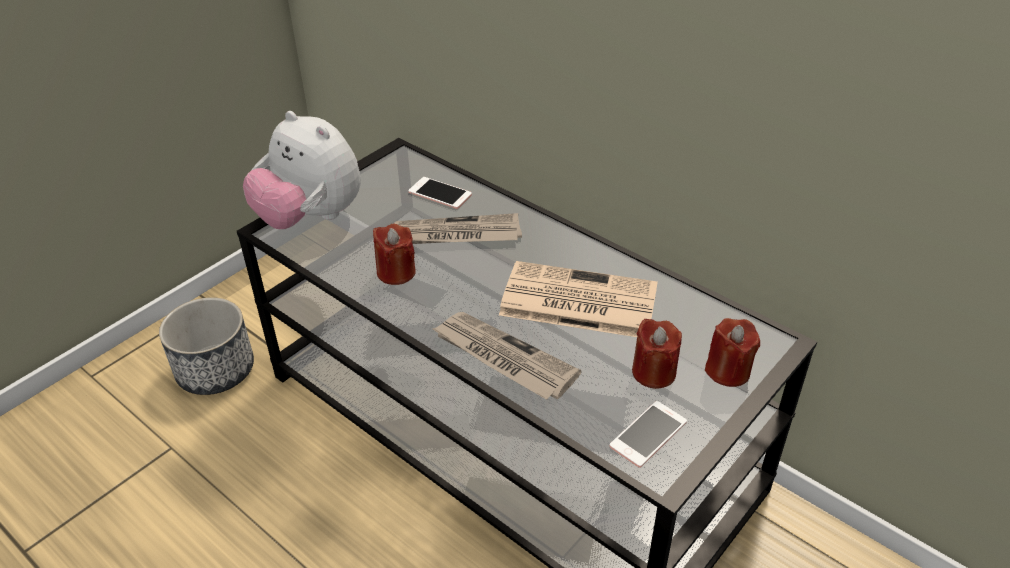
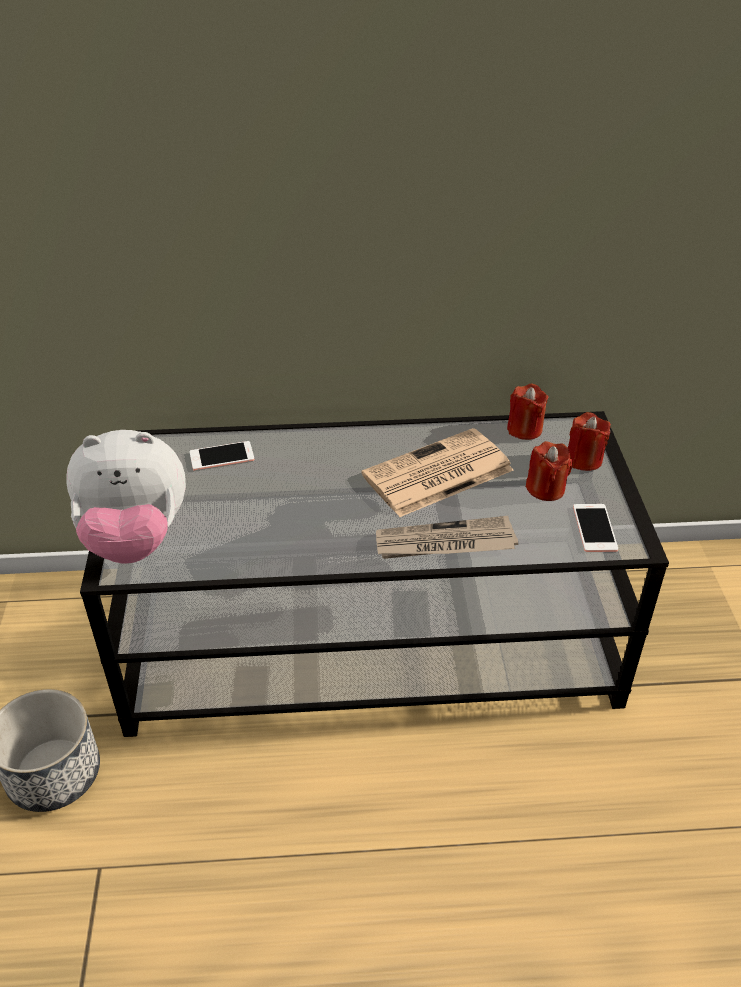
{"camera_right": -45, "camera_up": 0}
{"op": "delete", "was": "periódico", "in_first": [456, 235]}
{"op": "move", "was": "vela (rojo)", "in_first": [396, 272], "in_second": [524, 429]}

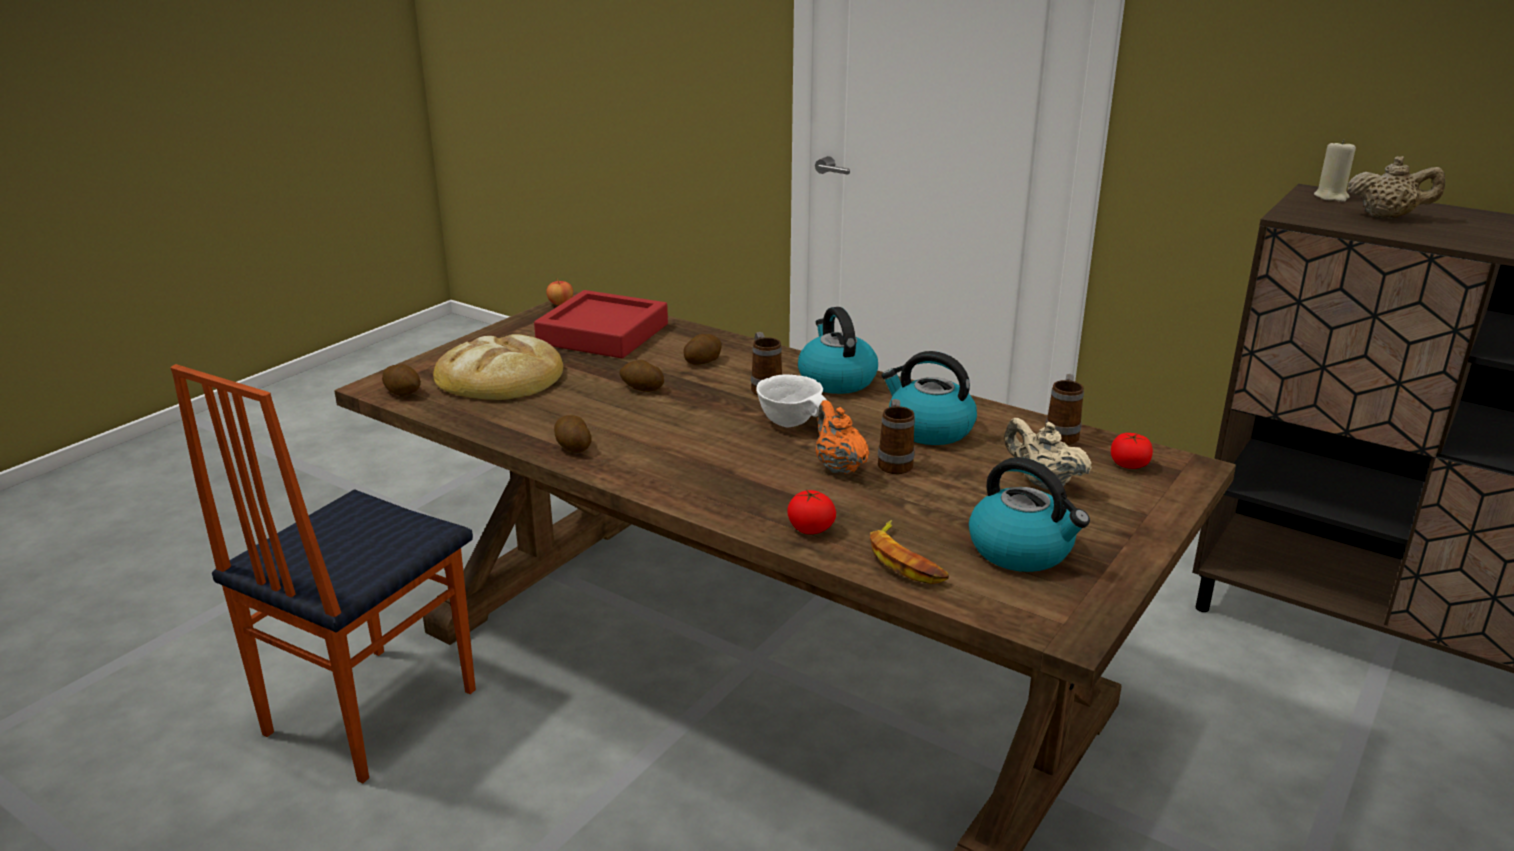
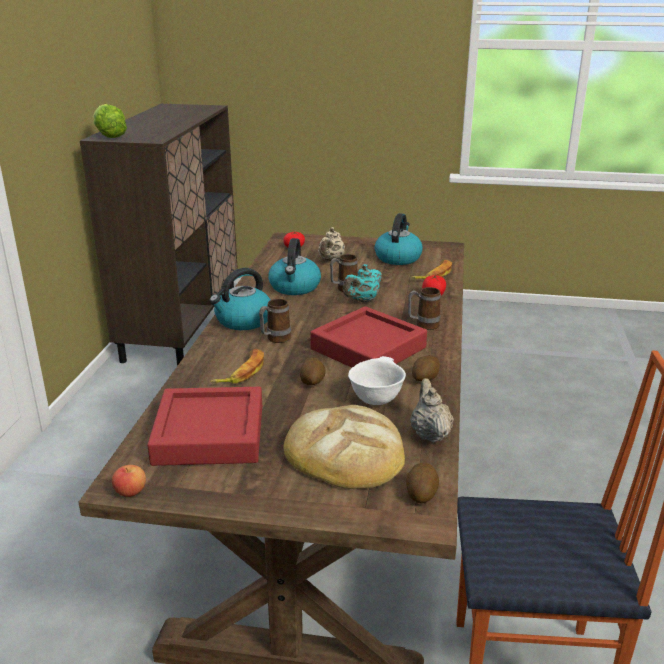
{"camera_right": -115, "camera_up": 0}
{"op": "replace", "was": "vela (beis)", "now": "lechuga", "in_first": [1331, 197], "in_second": [109, 136]}
{"op": "move", "was": "tetera (beis)", "in_first": [1388, 216], "in_second": [430, 434]}
{"op": "replace", "was": "patata", "now": "plátano", "in_first": [703, 361], "in_second": [242, 372]}
{"op": "move", "was": "cuenco (blanco)", "in_first": [791, 422], "in_second": [375, 399]}
{"op": "move", "was": "taza grande", "in_first": [1062, 434], "in_second": [423, 325]}
{"op": "recolor", "was": "tetera (naranja)", "now": "tetera (turquesa)", "in_first": [838, 466], "in_second": [362, 300]}
{"op": "insert", "now": "bandeja (rojo)", "in_second": [368, 348]}

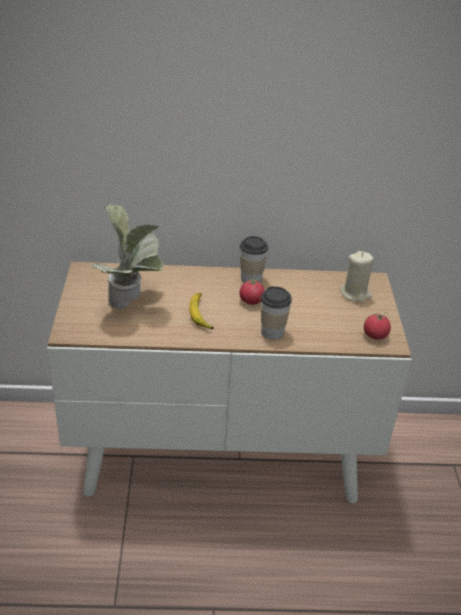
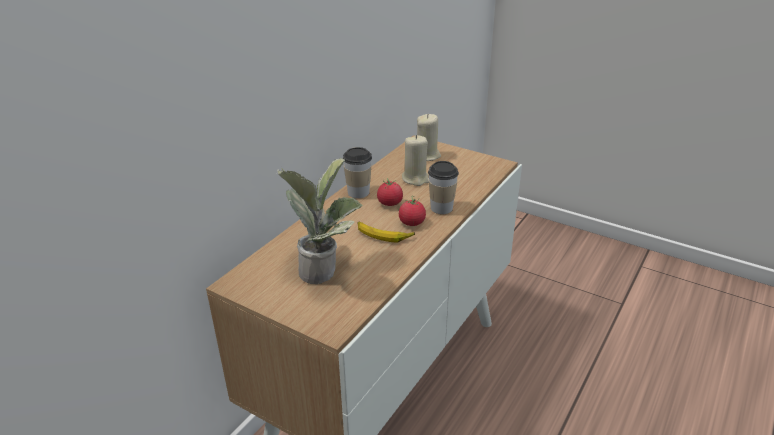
{"camera_right": -55, "camera_up": -5}
{"op": "move", "was": "tomate", "in_first": [375, 335], "in_second": [412, 223]}
{"op": "insert", "now": "vela (beis)", "in_second": [416, 179]}

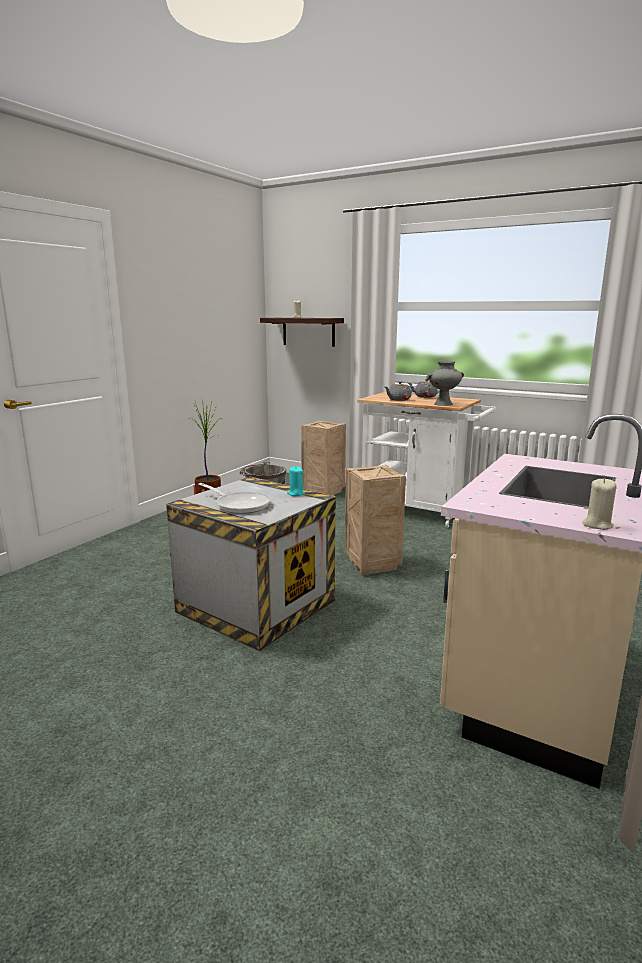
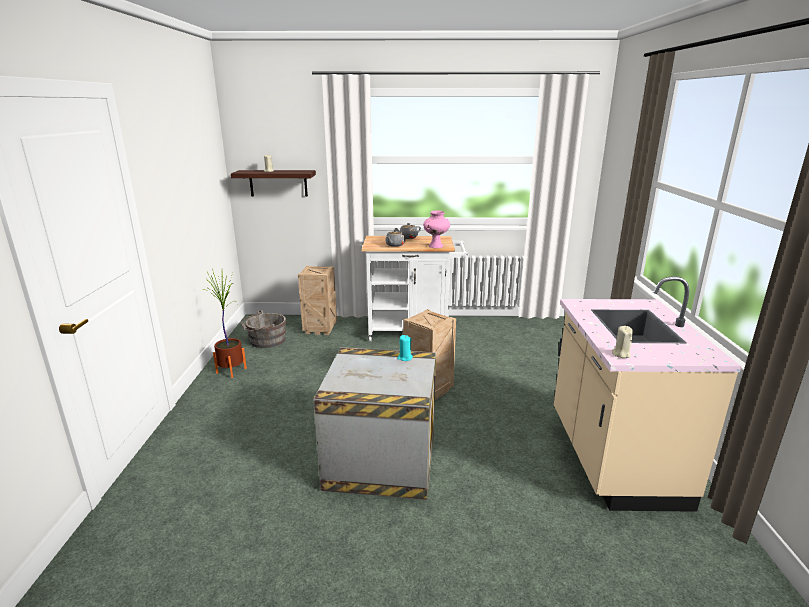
{"camera_right": -30, "camera_up": 5}
{"op": "recolor", "was": "florero (gris)", "now": "florero (rosa)", "in_first": [443, 404], "in_second": [436, 246]}
{"op": "move", "was": "vela (beis)", "in_first": [597, 525], "in_second": [620, 354]}
{"op": "delete", "was": "sartén", "in_first": [240, 505]}

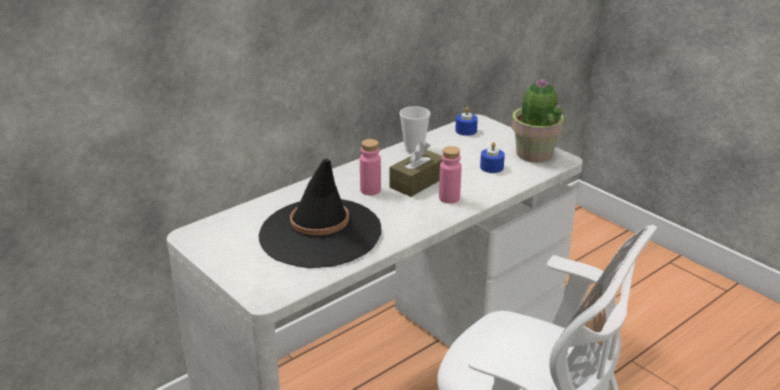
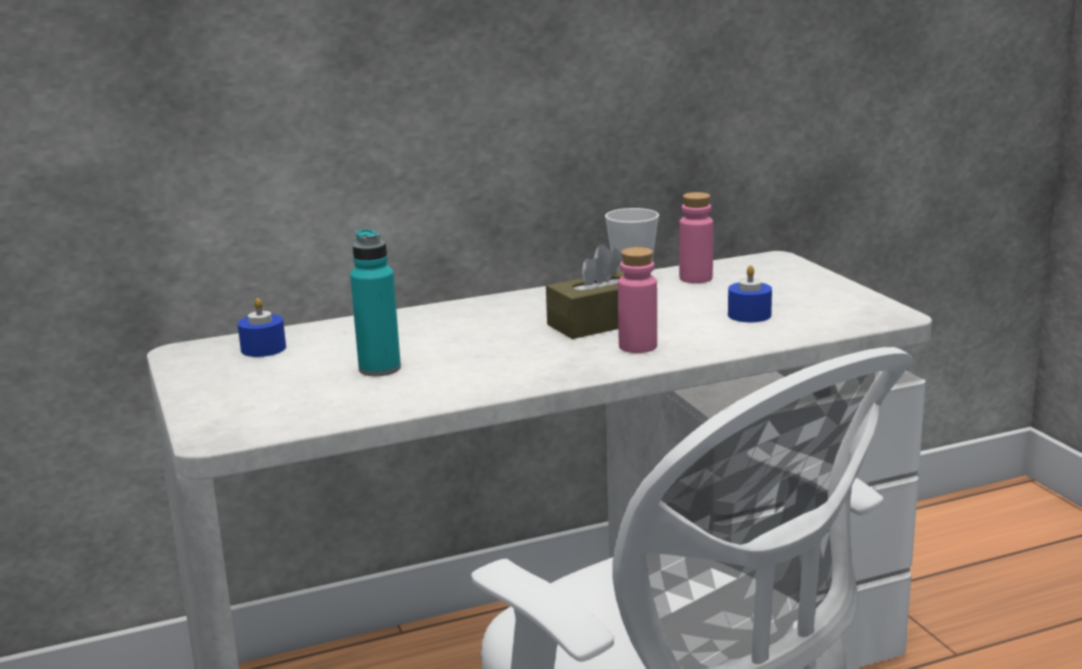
{"camera_right": 20, "camera_up": -10}
{"op": "delete", "was": "planta en maceta", "in_first": [534, 154]}
{"op": "move", "was": "vela (azul)", "in_first": [466, 130], "in_second": [263, 348]}
{"op": "move", "was": "botella (rosa)", "in_first": [370, 190], "in_second": [695, 278]}
{"op": "replace", "was": "sombrero (negro)", "now": "botella (turquesa)", "in_first": [320, 233], "in_second": [379, 369]}

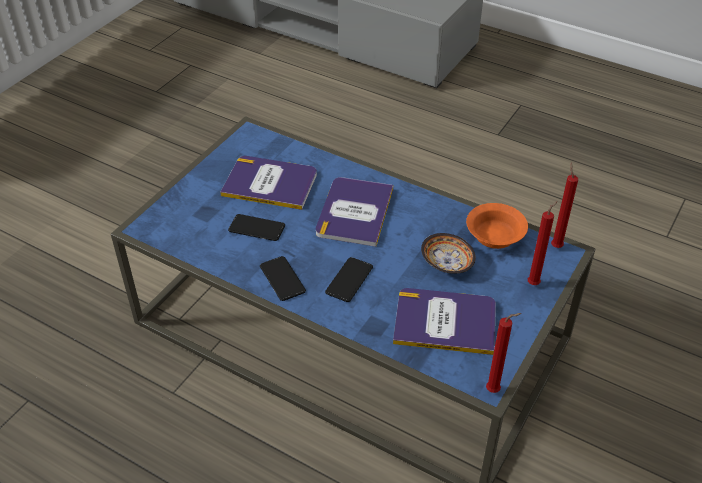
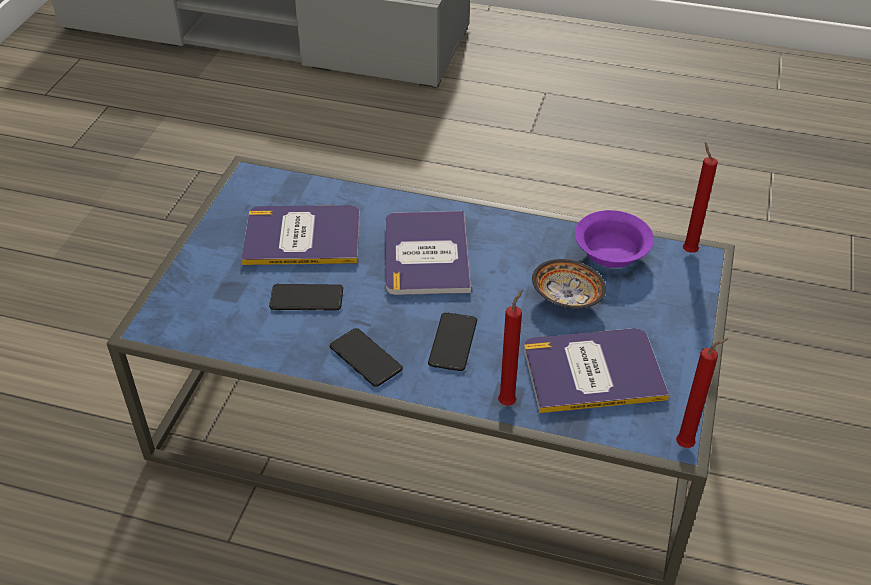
{"camera_right": -15, "camera_up": 0}
{"op": "move", "was": "vela (rojo)", "in_first": [534, 283], "in_second": [508, 401]}
{"op": "recolor", "was": "cuenco (naranja)", "now": "cuenco (morado)", "in_first": [496, 237], "in_second": [613, 253]}

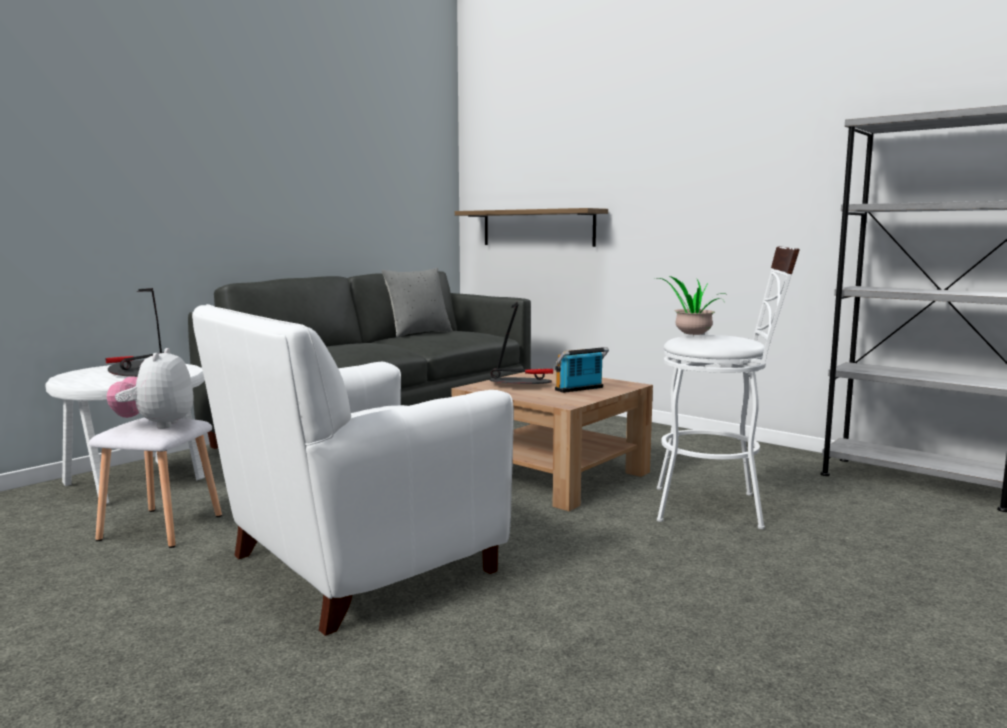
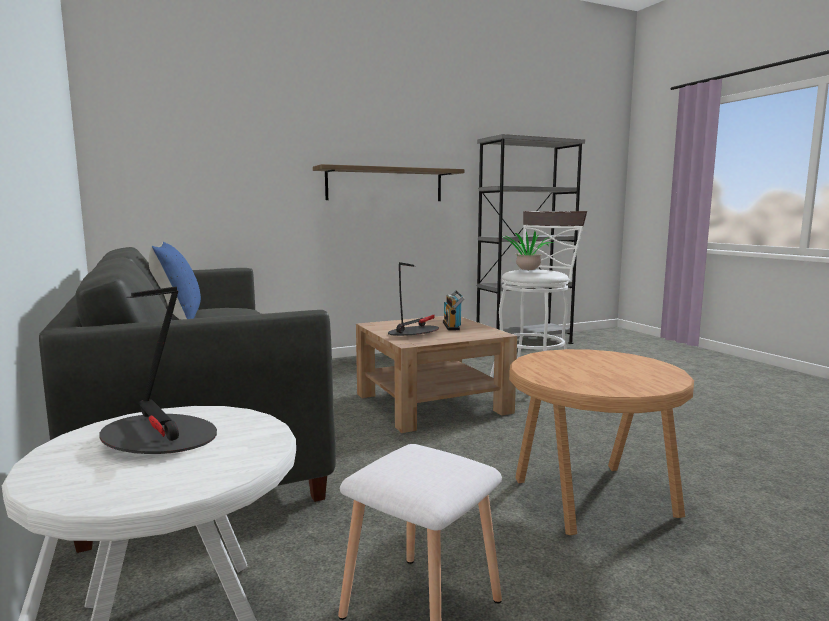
{"camera_right": -65, "camera_up": 0}
{"op": "move", "was": "estante", "in_first": [537, 228], "in_second": [385, 184]}
{"op": "recolor", "was": "cojín (gris)", "now": "cojín (azul)", "in_first": [418, 333], "in_second": [178, 319]}
{"op": "replace", "was": "sillón (blanco)", "now": "mesa auxiliar (marrón)", "in_first": [356, 565], "in_second": [590, 498]}
{"op": "delete", "was": "peluche", "in_first": [156, 425]}

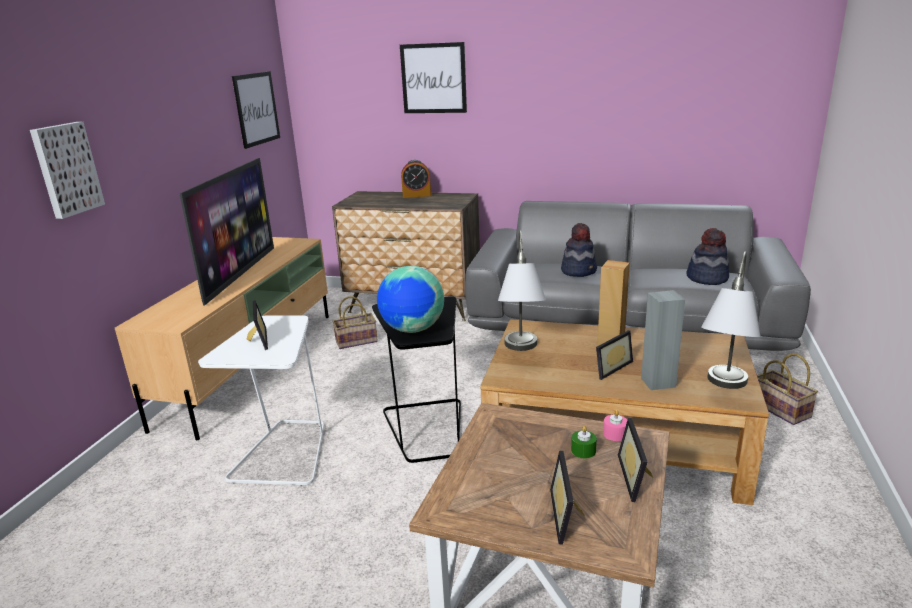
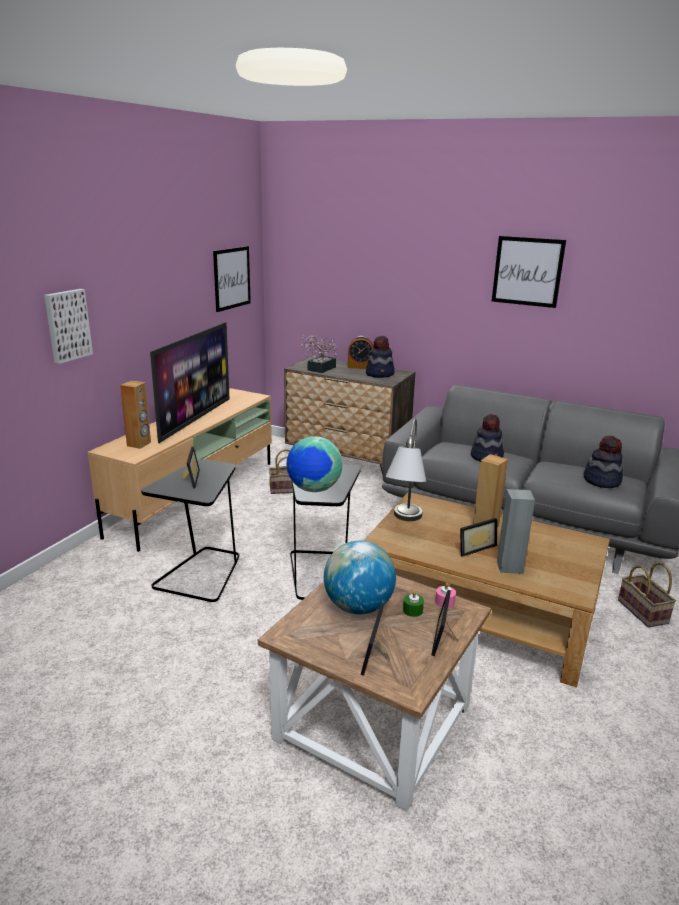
{"camera_right": 10, "camera_up": 0}
{"op": "move", "was": "cuadro", "in_first": [433, 78], "in_second": [527, 271]}
{"op": "delete", "was": "lámpara de mesa (gris)", "in_first": [722, 391]}
{"op": "recolor", "was": "mesa auxiliar (blanco)", "now": "mesa auxiliar (negro)", "in_first": [284, 453], "in_second": [202, 574]}
{"op": "insert", "now": "planta en maceta", "in_second": [319, 369]}
{"op": "insert", "now": "sombrero", "in_second": [380, 374]}
{"op": "insert", "now": "altavoz (marrón)", "in_second": [139, 444]}
{"op": "insert", "now": "globo terráqueo", "in_second": [358, 607]}

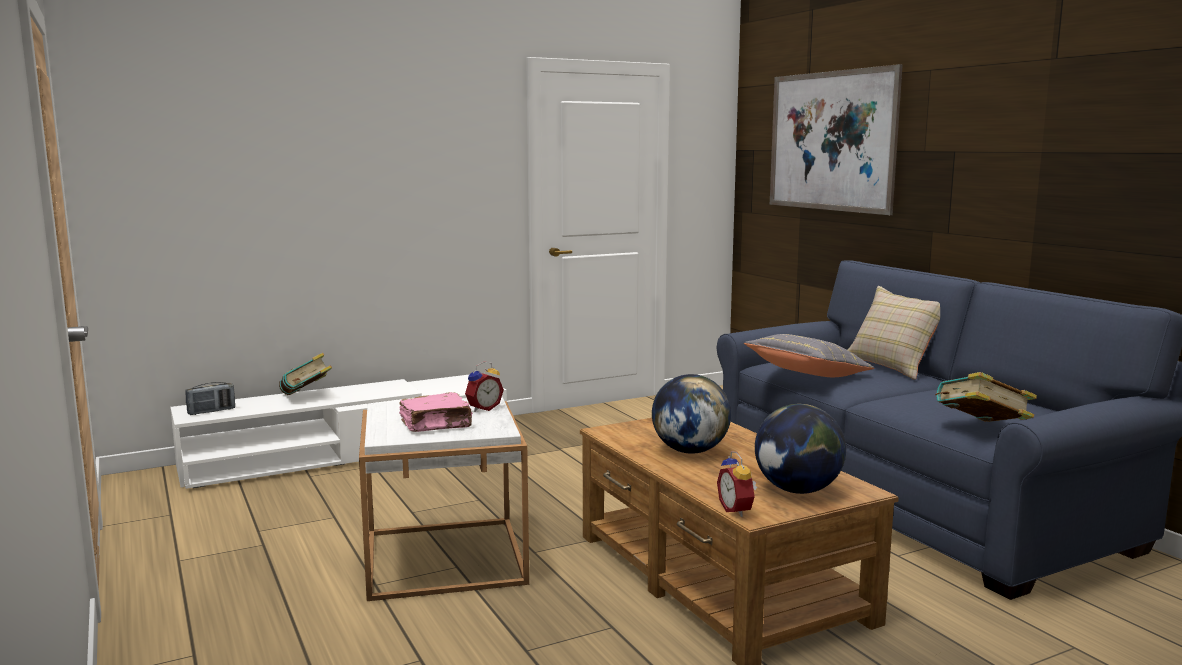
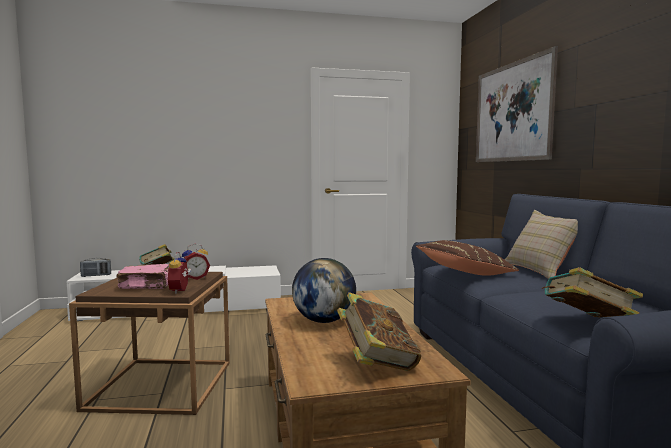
{"camera_right": 15, "camera_up": -5}
{"op": "recolor", "was": "cojín (gris)", "now": "cojín (marrón)", "in_first": [807, 375], "in_second": [464, 273]}
{"op": "recolor", "was": "mesa auxiliar (blanco)", "now": "mesa auxiliar (marrón)", "in_first": [444, 557], "in_second": [161, 385]}
{"op": "replace", "was": "globo terráqueo", "now": "libro", "in_first": [797, 490], "in_second": [377, 363]}
{"op": "move", "was": "despertador", "in_first": [737, 510], "in_second": [181, 291]}

